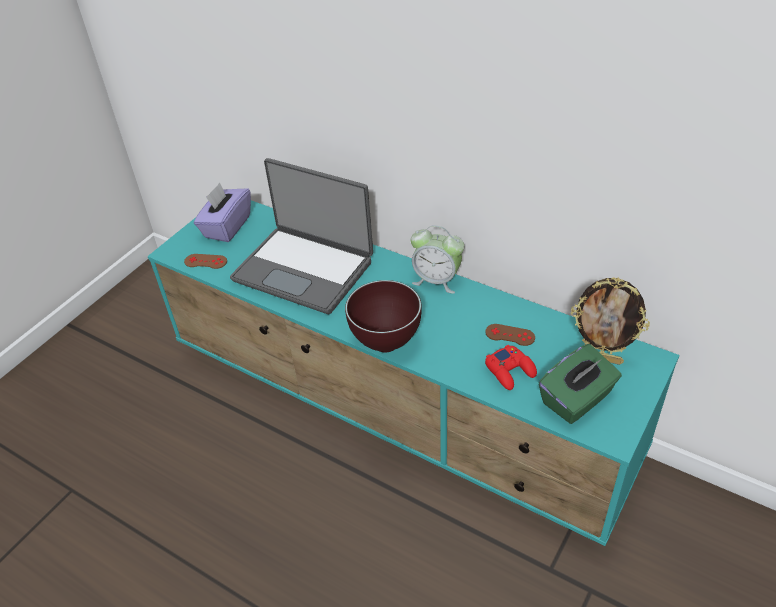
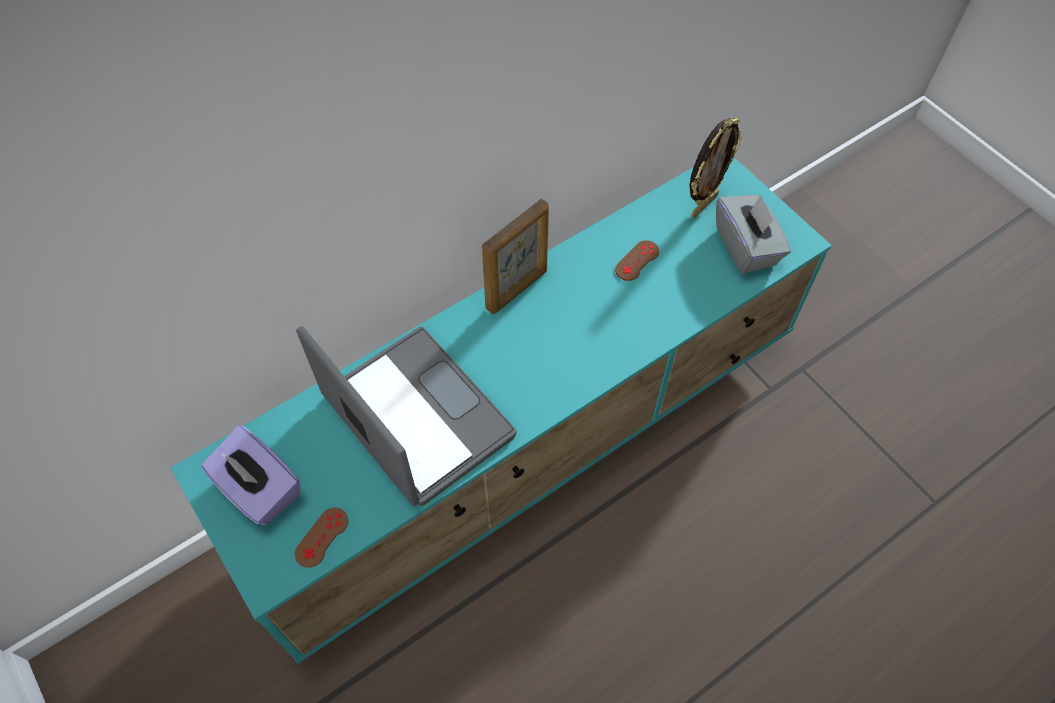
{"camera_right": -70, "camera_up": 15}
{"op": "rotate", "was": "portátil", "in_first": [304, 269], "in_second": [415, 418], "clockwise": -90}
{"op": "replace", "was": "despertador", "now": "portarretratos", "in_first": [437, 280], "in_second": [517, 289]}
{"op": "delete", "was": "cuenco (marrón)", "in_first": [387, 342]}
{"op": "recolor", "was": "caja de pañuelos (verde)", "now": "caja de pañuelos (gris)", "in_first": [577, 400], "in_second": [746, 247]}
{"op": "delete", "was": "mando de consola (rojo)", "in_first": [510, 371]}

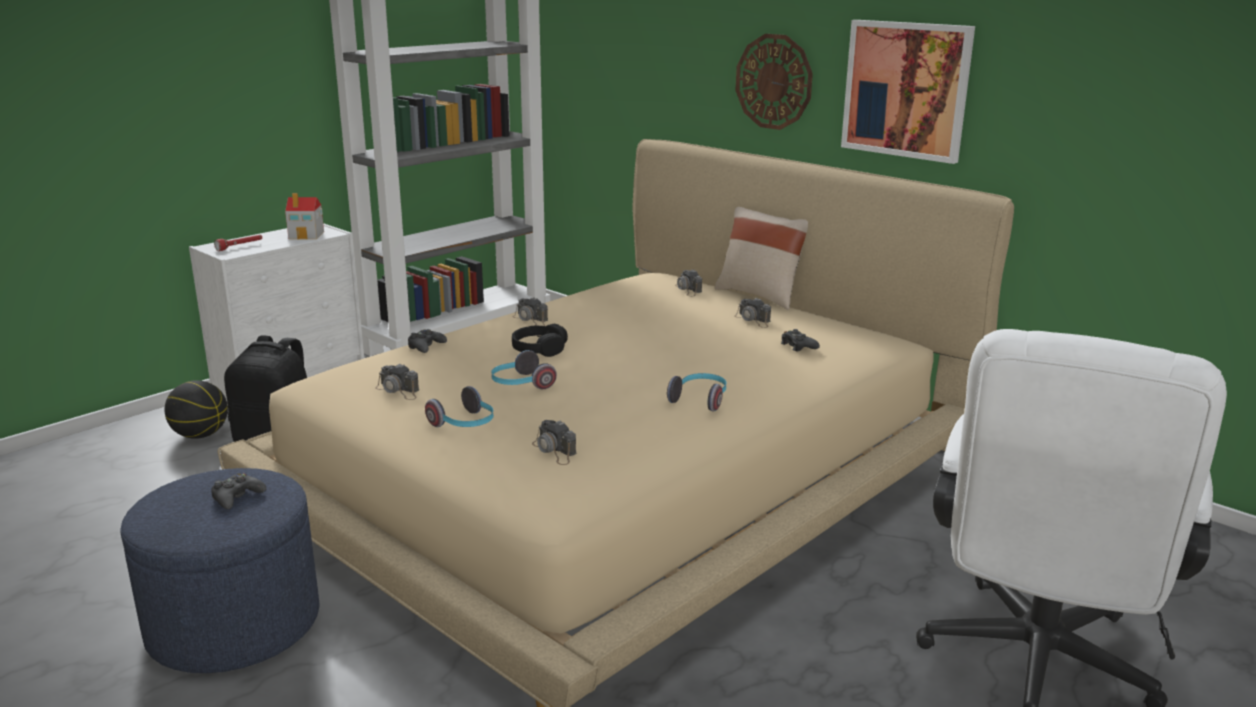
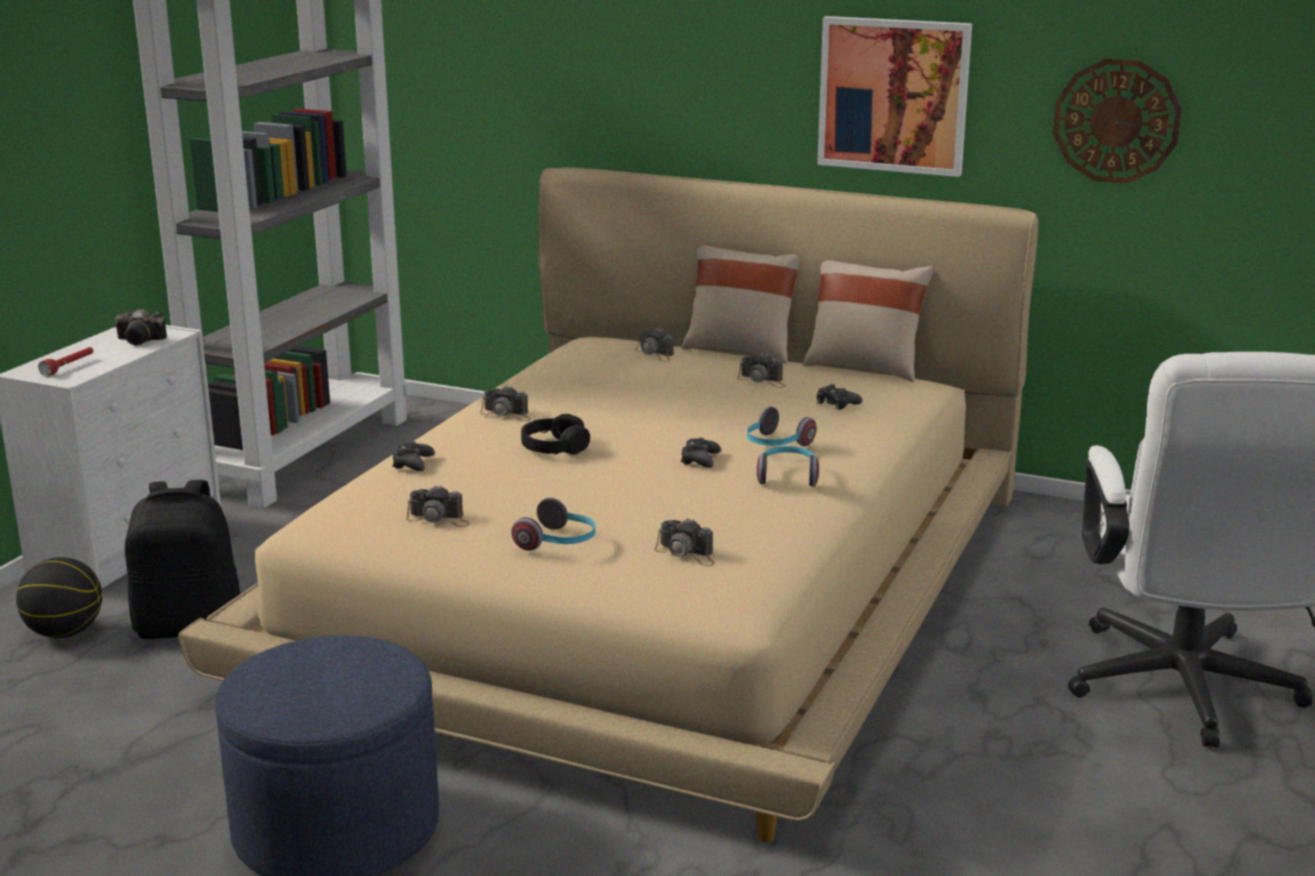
{"camera_right": -20, "camera_up": 0}
{"op": "move", "was": "reloj de pared", "in_first": [774, 81], "in_second": [1116, 121]}
{"op": "replace", "was": "casita", "now": "cámara", "in_first": [307, 235], "in_second": [142, 340]}
{"op": "move", "was": "auriculares", "in_first": [520, 384], "in_second": [776, 445]}
{"op": "move", "was": "mando de consola (negro)", "in_first": [237, 497], "in_second": [700, 460]}
{"op": "insert", "now": "cojín (beis)", "in_second": [864, 367]}

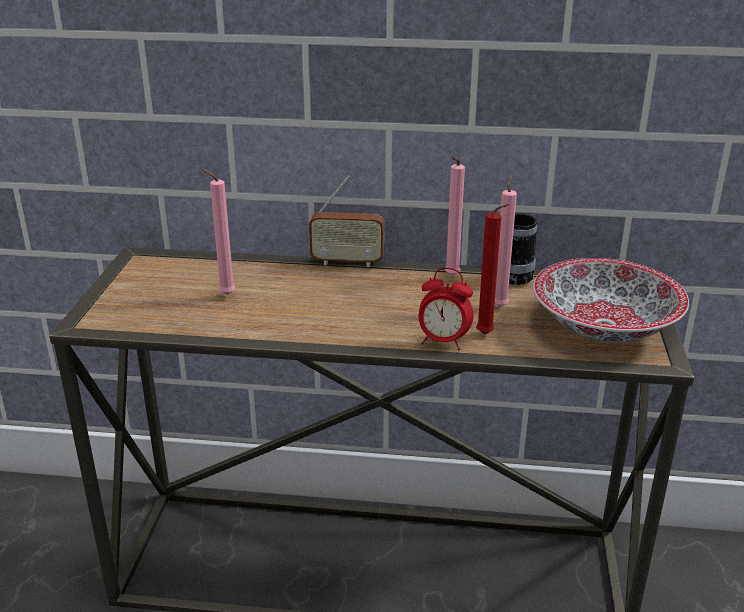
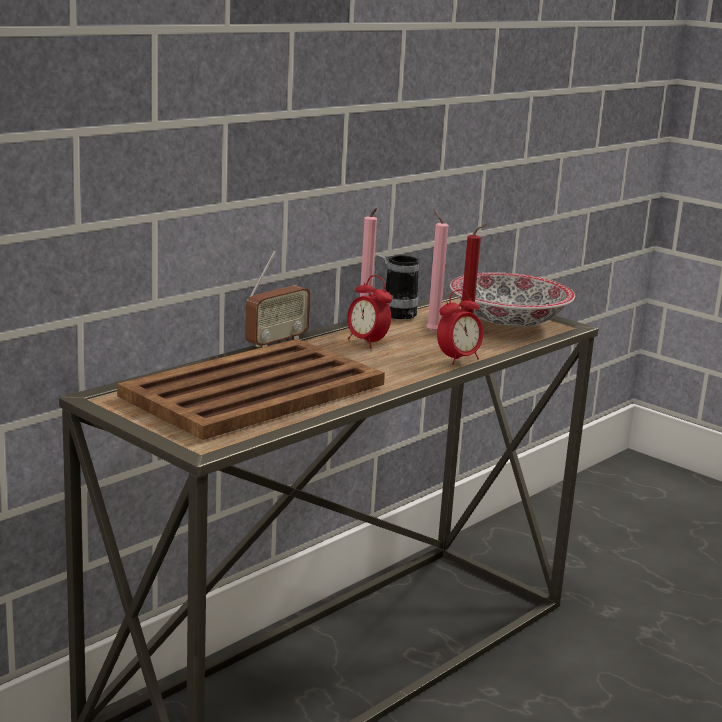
{"camera_right": -55, "camera_up": -10}
{"op": "replace", "was": "vela (rosa)", "now": "bandeja (marrón)", "in_first": [224, 294], "in_second": [252, 390]}
{"op": "insert", "now": "despertador", "in_second": [367, 343]}

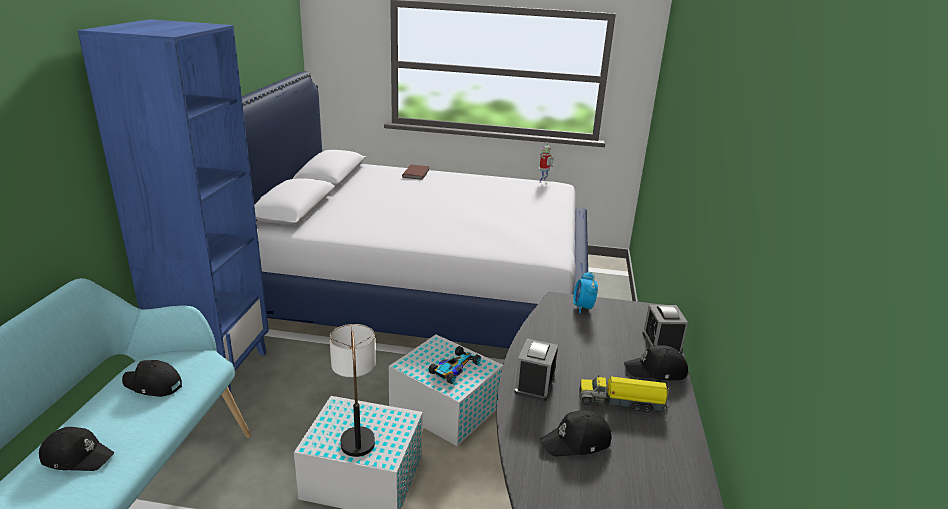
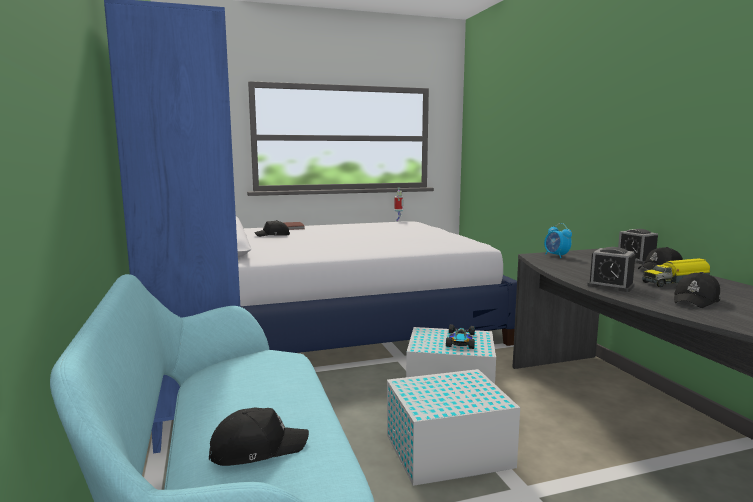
{"camera_right": -25, "camera_up": -15}
{"op": "delete", "was": "lámpara de mesa", "in_first": [357, 429]}
{"op": "rotate", "was": "despertador", "in_first": [534, 384], "in_second": [610, 286], "clockwise": -45}
{"op": "move", "was": "gorra (negro)", "in_first": [153, 385], "in_second": [273, 235]}

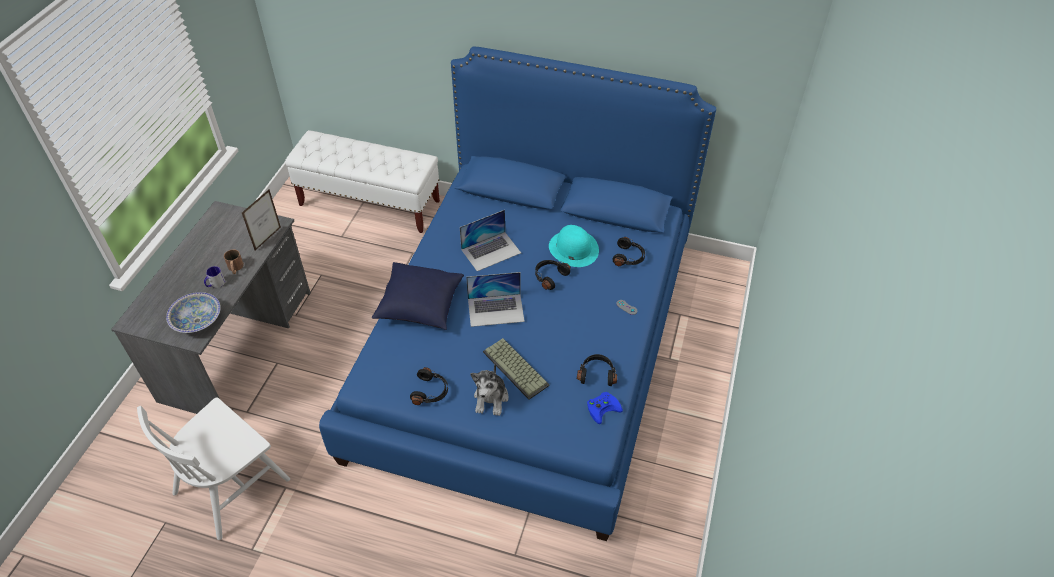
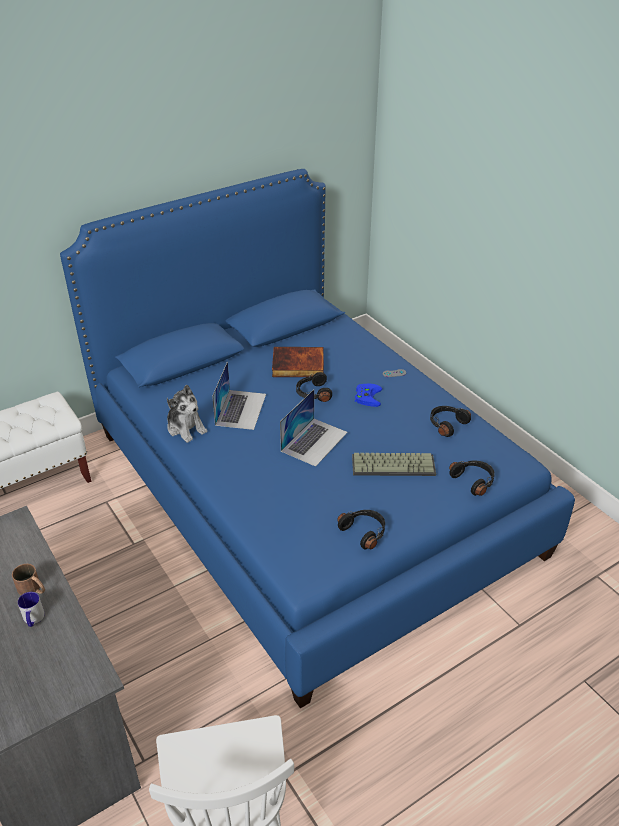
{"camera_right": -50, "camera_up": -10}
{"op": "delete", "was": "portarretratos", "in_first": [268, 239]}
{"op": "replace", "was": "sombrero (turquesa)", "now": "libro", "in_first": [573, 248], "in_second": [297, 365]}
{"op": "move", "was": "auriculares (negro)", "in_first": [629, 257], "in_second": [474, 481]}
{"op": "delete", "was": "cojín (azul)", "in_first": [420, 306]}
{"op": "delete", "was": "cuenco", "in_first": [197, 321]}
{"op": "move", "was": "peluche", "in_first": [491, 398], "in_second": [186, 428]}
{"op": "move", "was": "mando de consola (azul)", "in_first": [603, 407], "in_second": [367, 396]}

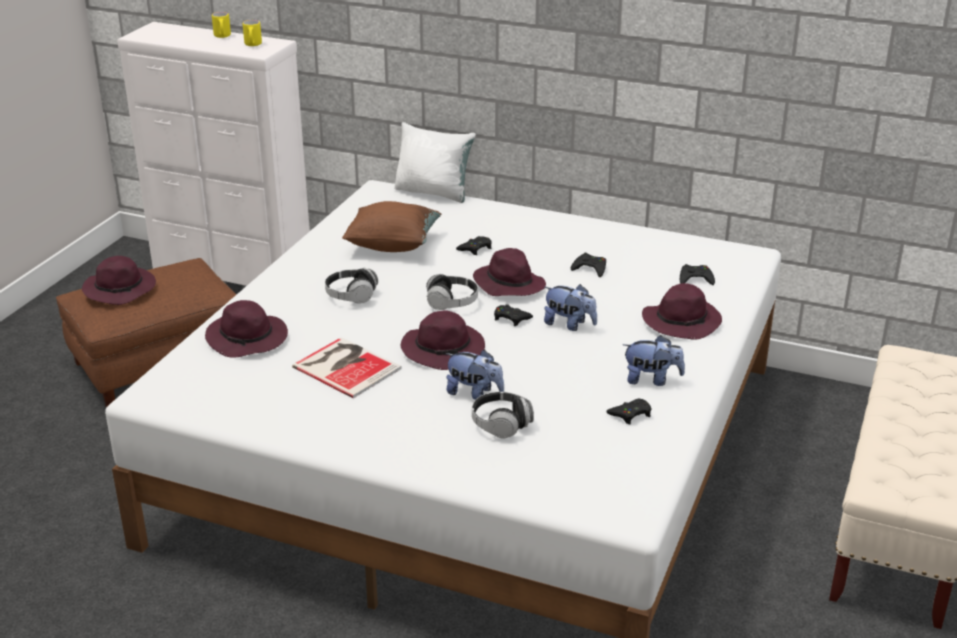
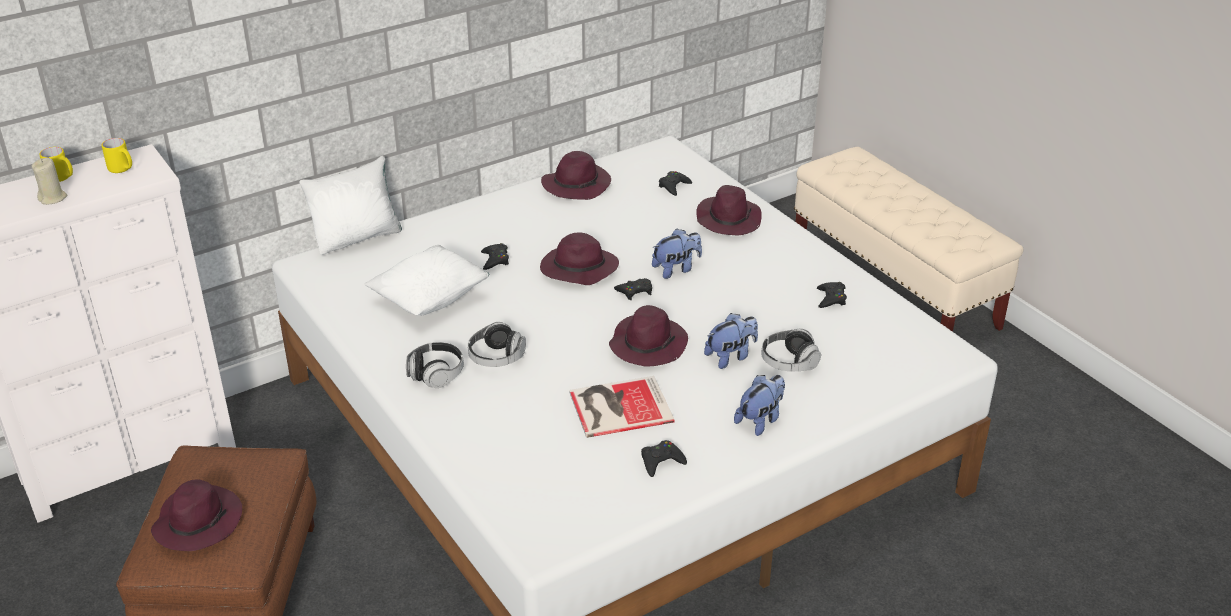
{"camera_right": -55, "camera_up": 5}
{"op": "recolor", "was": "cojín (marrón)", "now": "cojín (blanco)", "in_first": [393, 245], "in_second": [430, 299]}
{"op": "move", "was": "mando de consola (negro)", "in_first": [590, 269], "in_second": [661, 461]}
{"op": "move", "was": "auriculares", "in_first": [452, 303], "in_second": [436, 374]}
{"op": "move", "was": "sombrero (morado)", "in_first": [248, 339], "in_second": [577, 184]}
{"op": "move", "was": "peluche", "in_first": [651, 379], "in_second": [760, 420]}
{"op": "insert", "now": "vela (beis)", "in_second": [53, 198]}

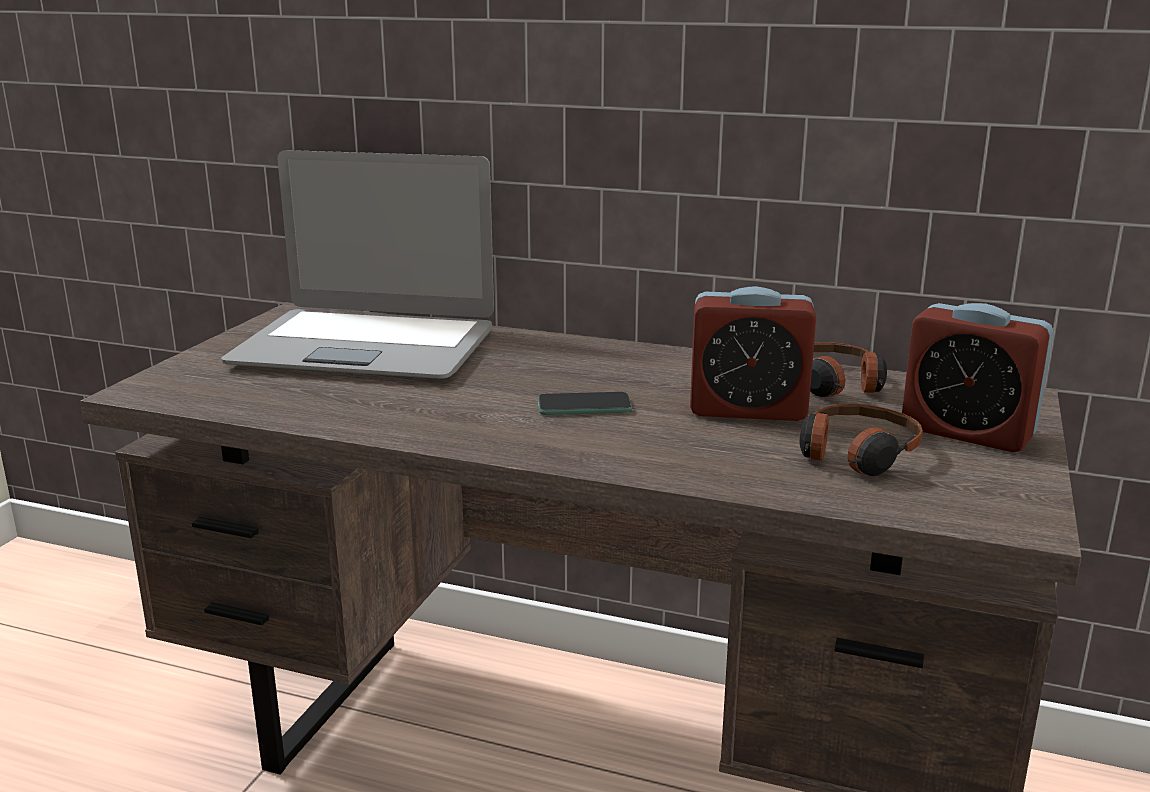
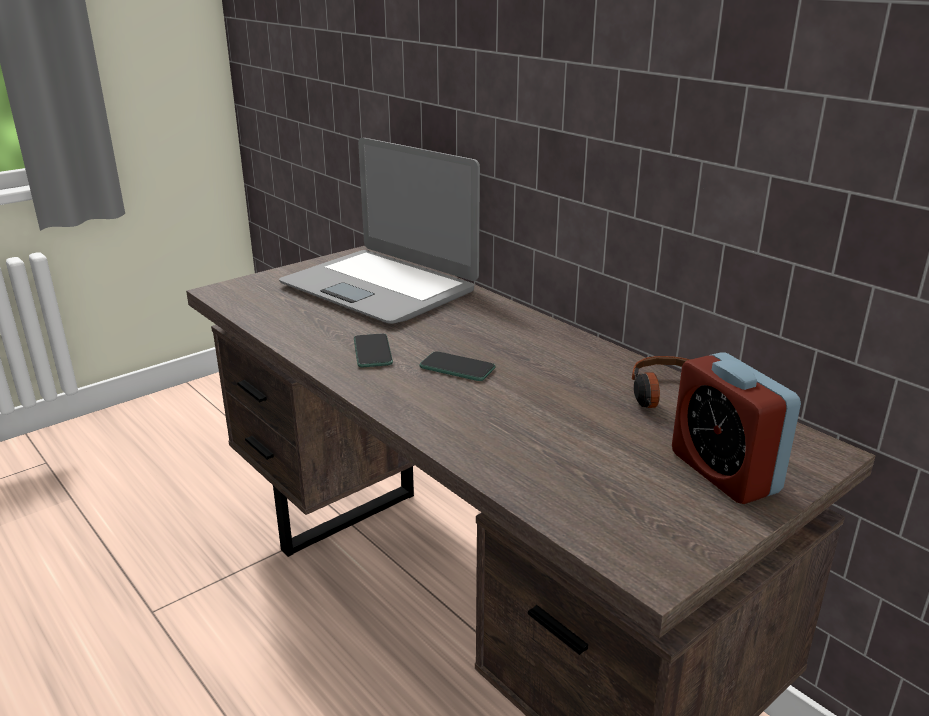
{"camera_right": 30, "camera_up": 5}
{"op": "delete", "was": "despertador", "in_first": [747, 409]}
{"op": "delete", "was": "auriculares", "in_first": [855, 454]}
{"op": "insert", "now": "móvil", "in_second": [372, 352]}

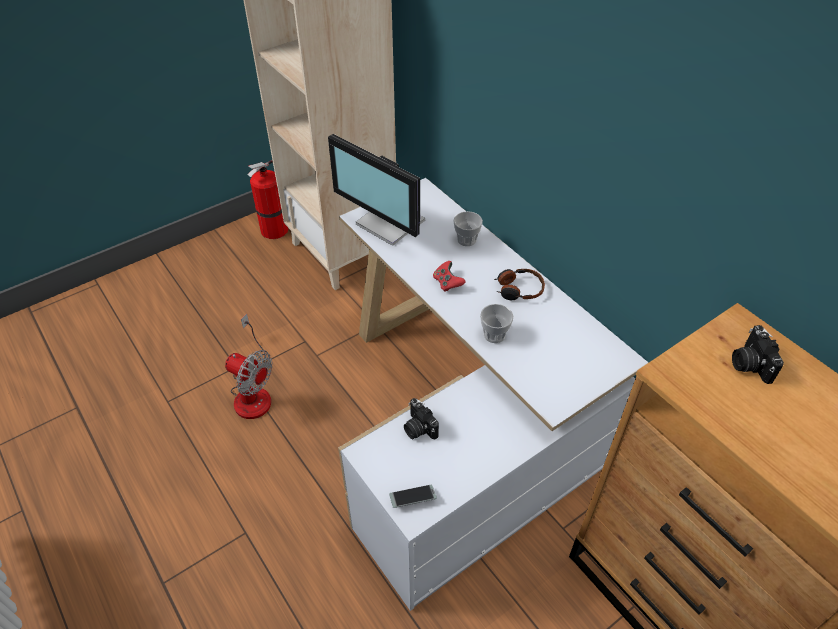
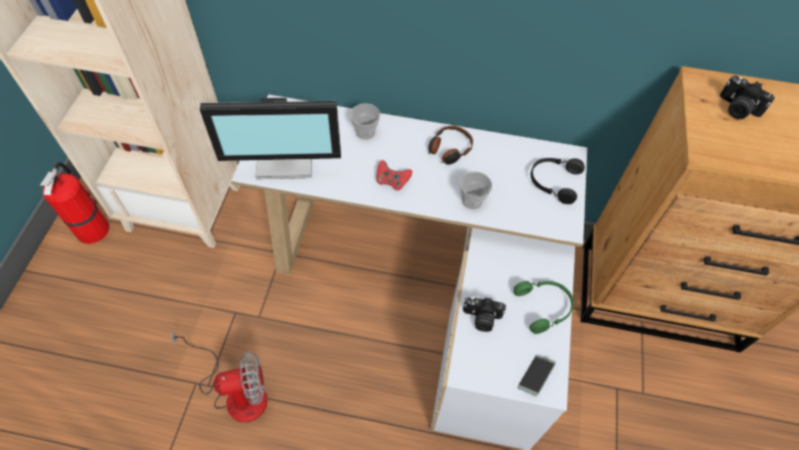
{"camera_right": -45, "camera_up": 10}
{"op": "insert", "now": "auriculares (negro)", "in_second": [553, 182]}
{"op": "insert", "now": "auriculares (verde)", "in_second": [544, 307]}

